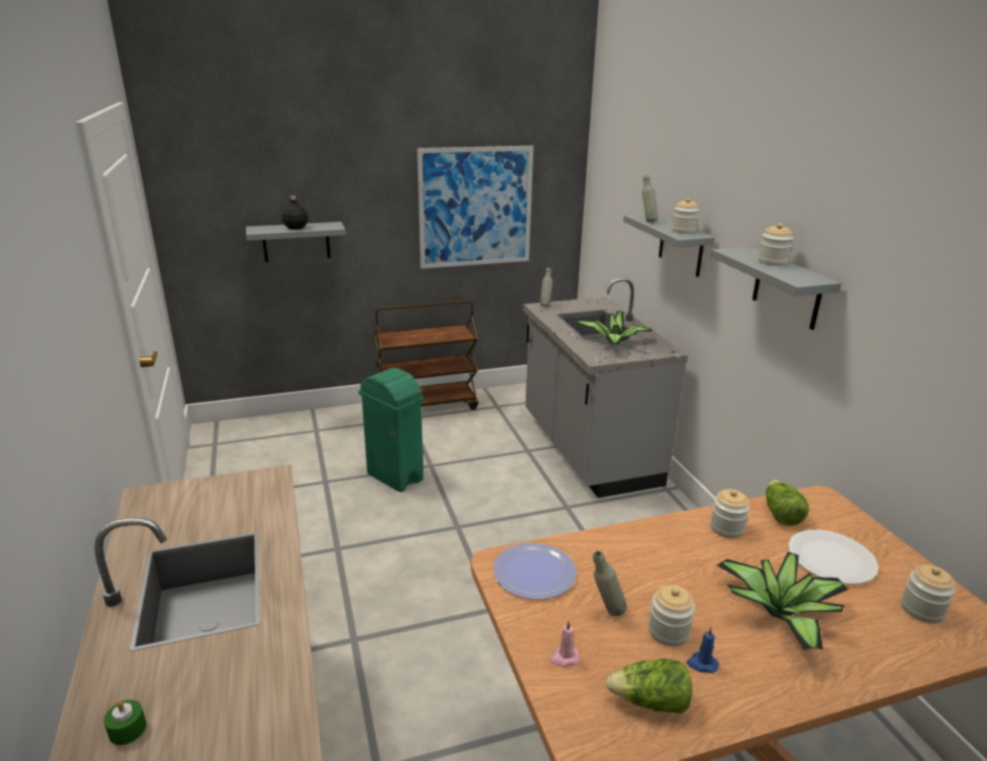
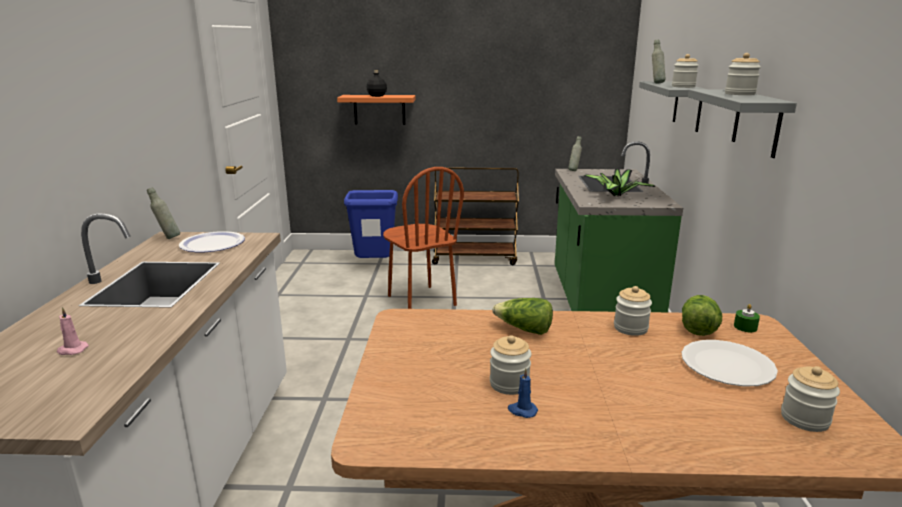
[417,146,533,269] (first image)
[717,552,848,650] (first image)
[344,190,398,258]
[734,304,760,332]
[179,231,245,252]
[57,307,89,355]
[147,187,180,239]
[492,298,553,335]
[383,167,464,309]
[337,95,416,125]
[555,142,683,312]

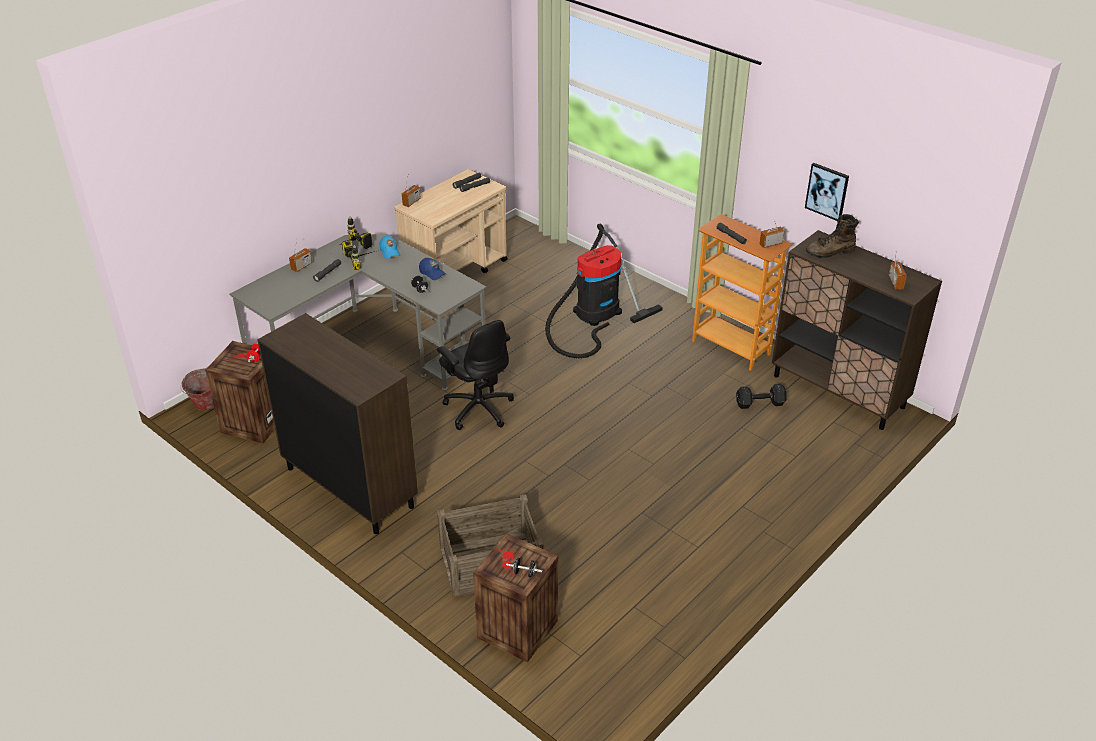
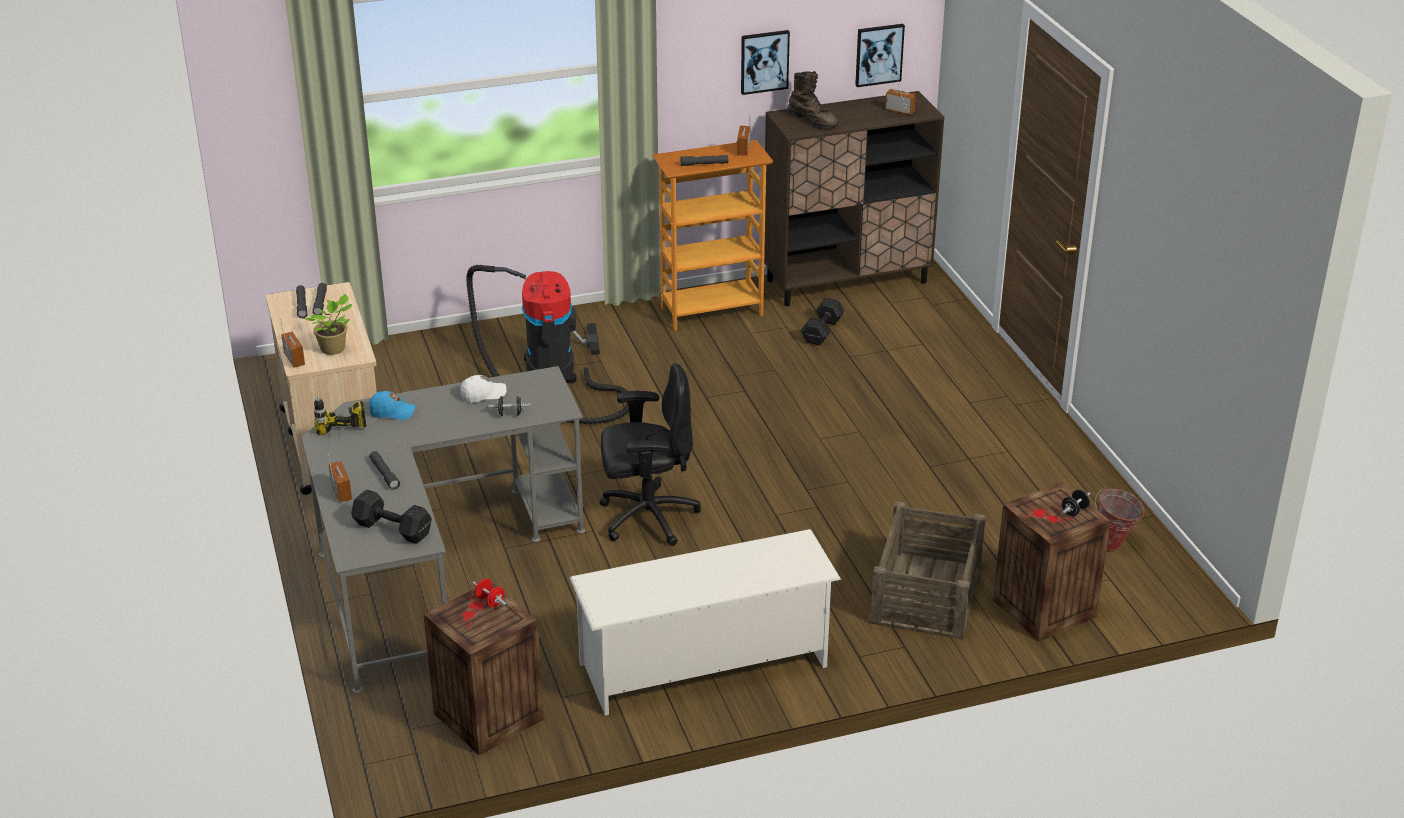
[342,240,379,270] (first image)
[305,294,353,355]
[351,489,432,544]
[855,24,905,87]
[1095,486,1145,550]
[570,529,841,716]
[461,375,507,403]
[787,71,838,127]

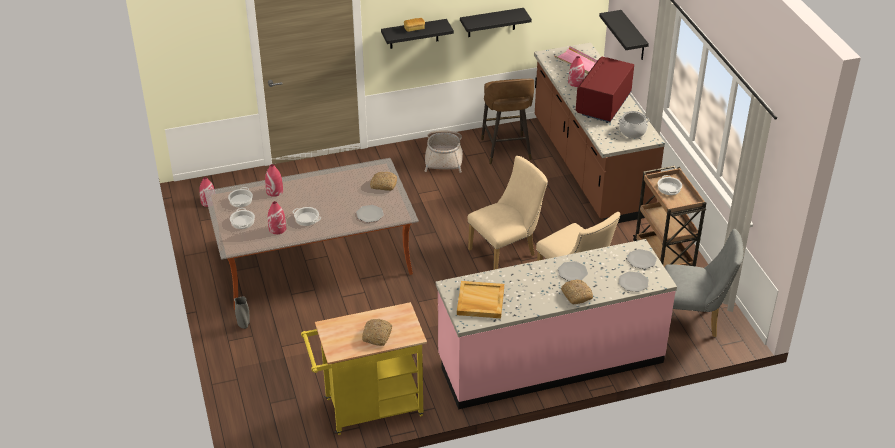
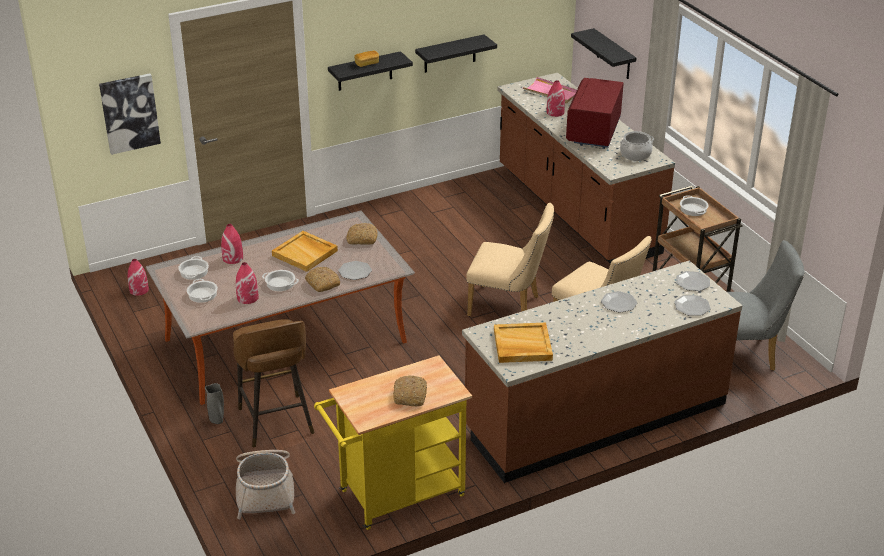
[99,73,161,155]
[272,231,338,272]
[236,450,295,519]
[233,319,315,447]
[305,267,340,292]
[462,261,742,483]
[466,203,554,316]

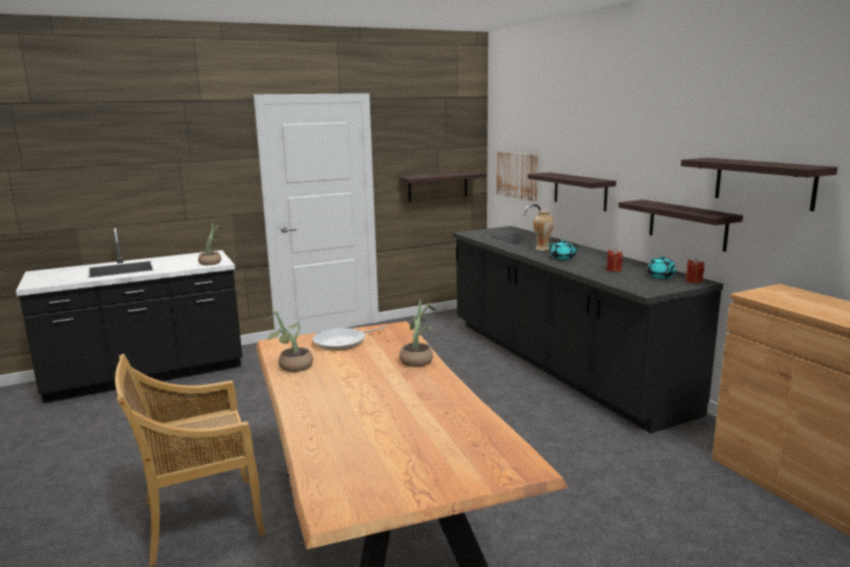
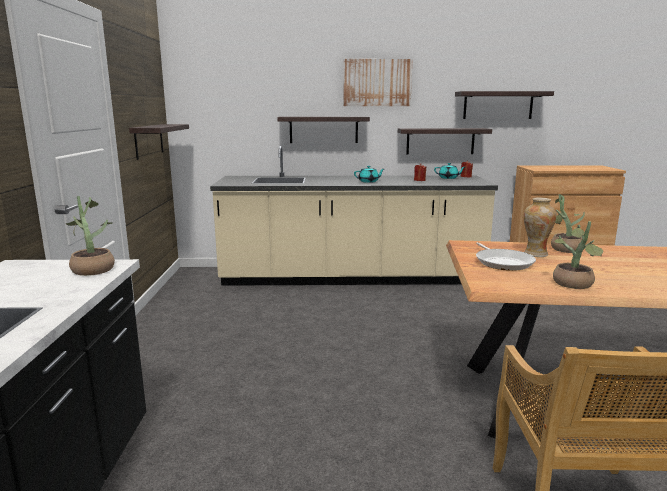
[343,59,413,106]
[524,197,556,257]
[210,146,498,286]

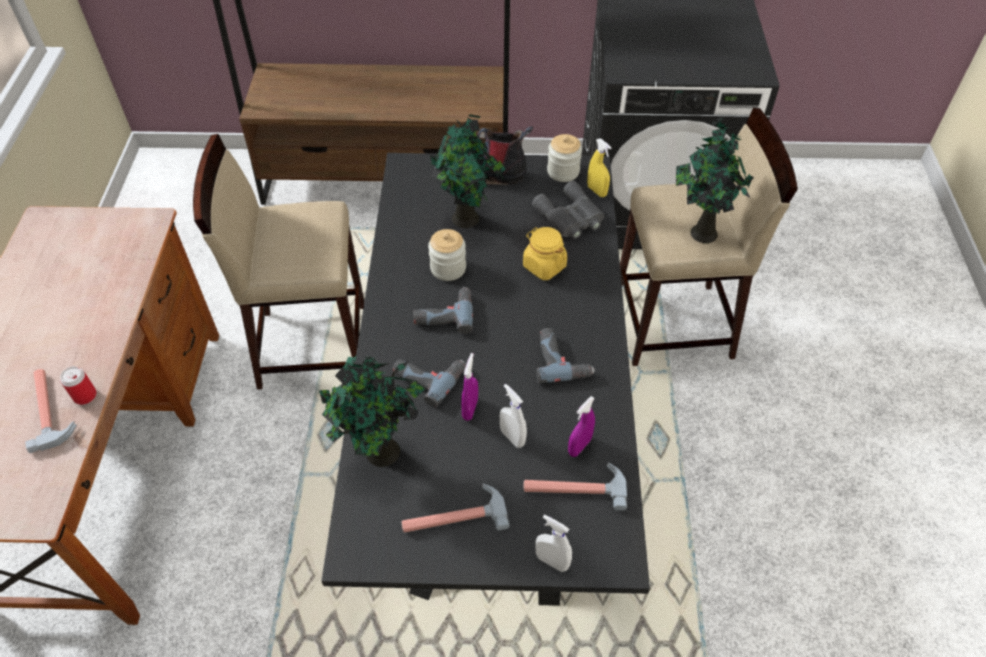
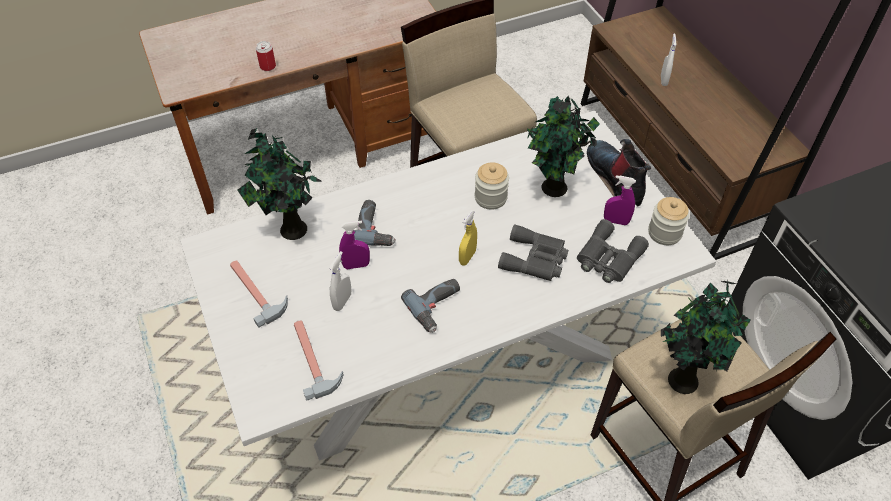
[25,369,77,453] (first image)
[413,287,473,334] (first image)
[661,34,676,86]
[604,175,636,225]
[459,210,477,266]
[498,224,568,281]
[180,111,716,461]

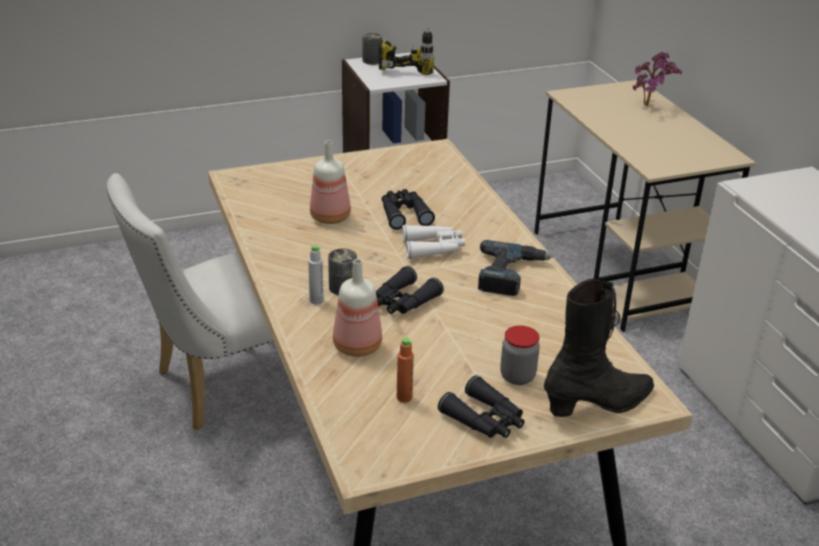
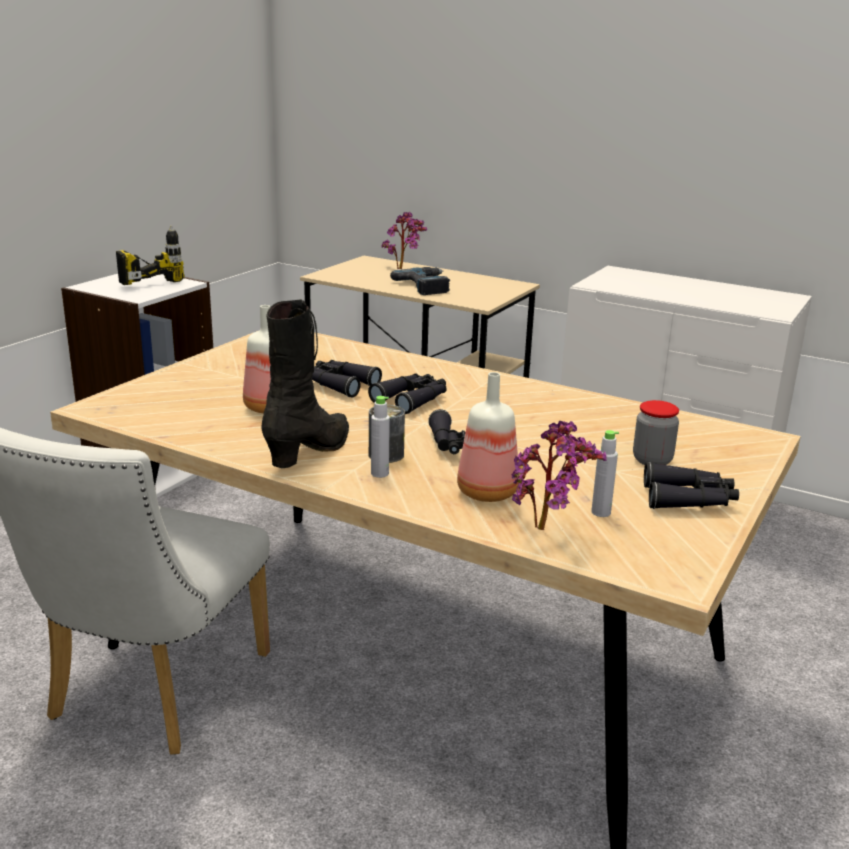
[363,33,382,65] (first image)
[512,421,607,530]
[390,267,450,295]
[261,299,349,468]
[591,430,619,517]
[368,374,447,414]

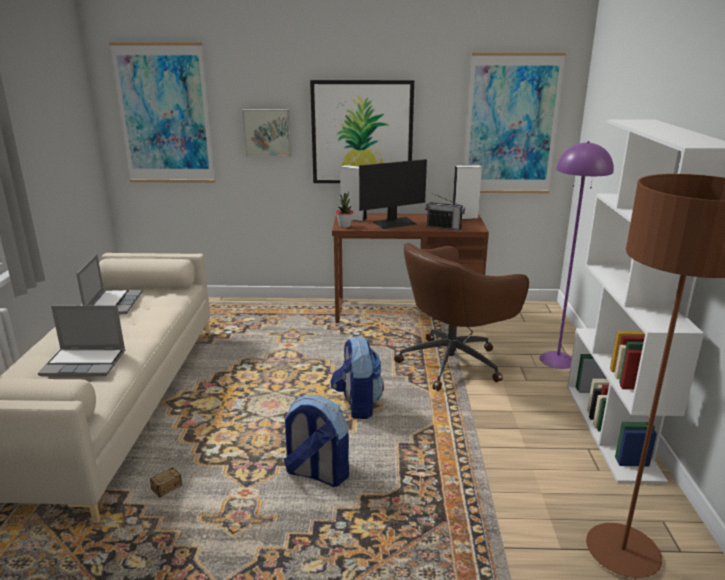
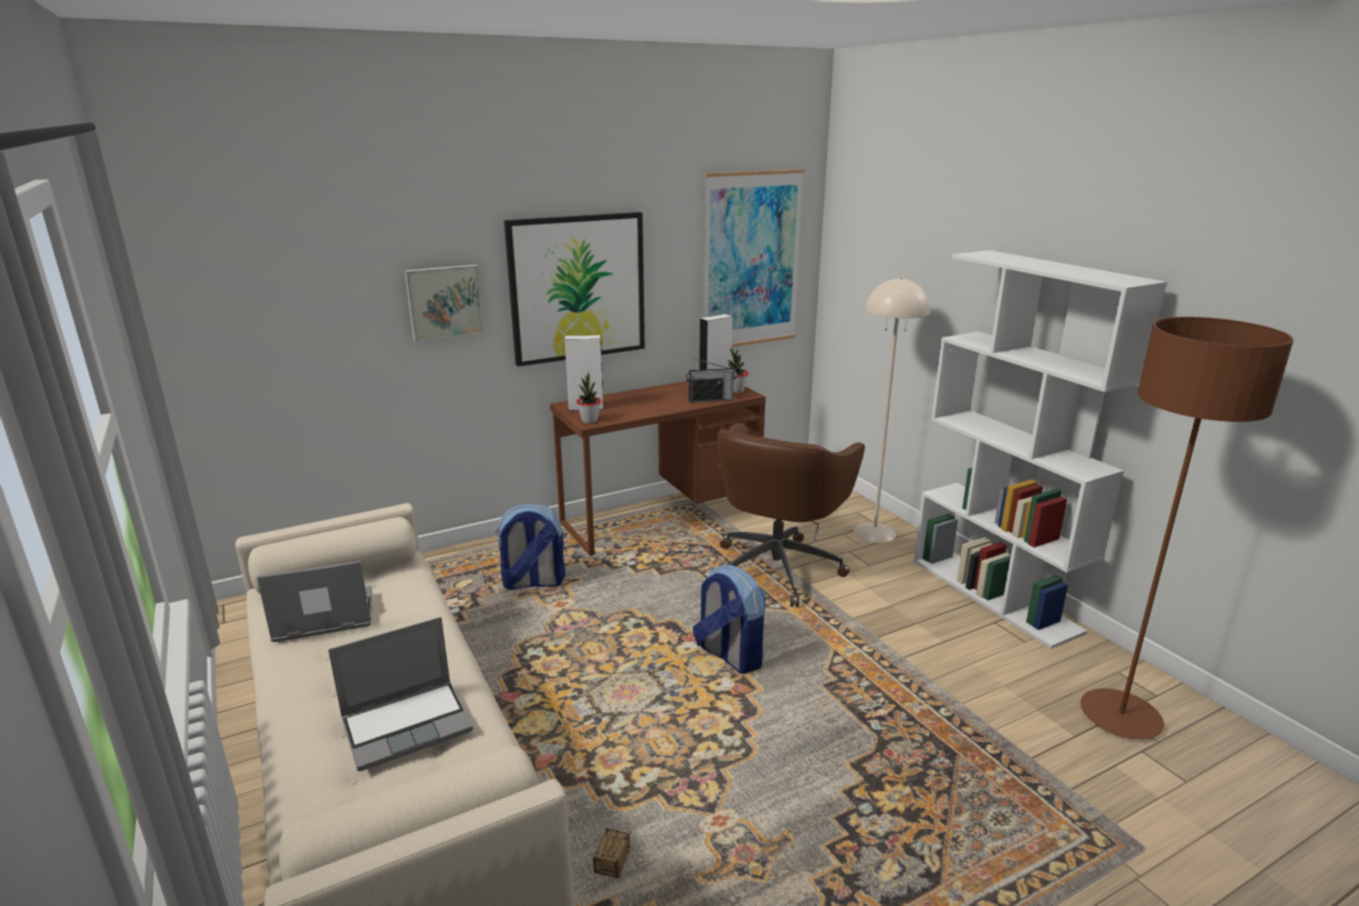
[109,42,215,183] (first image)
[359,159,427,229] (first image)
[728,348,749,393]
[495,503,565,590]
[854,277,931,543]
[257,561,372,642]

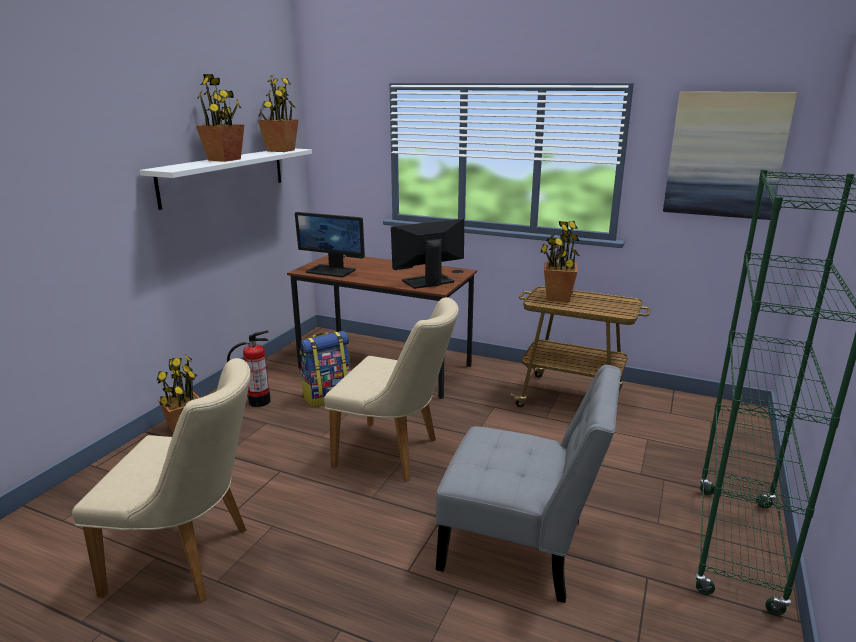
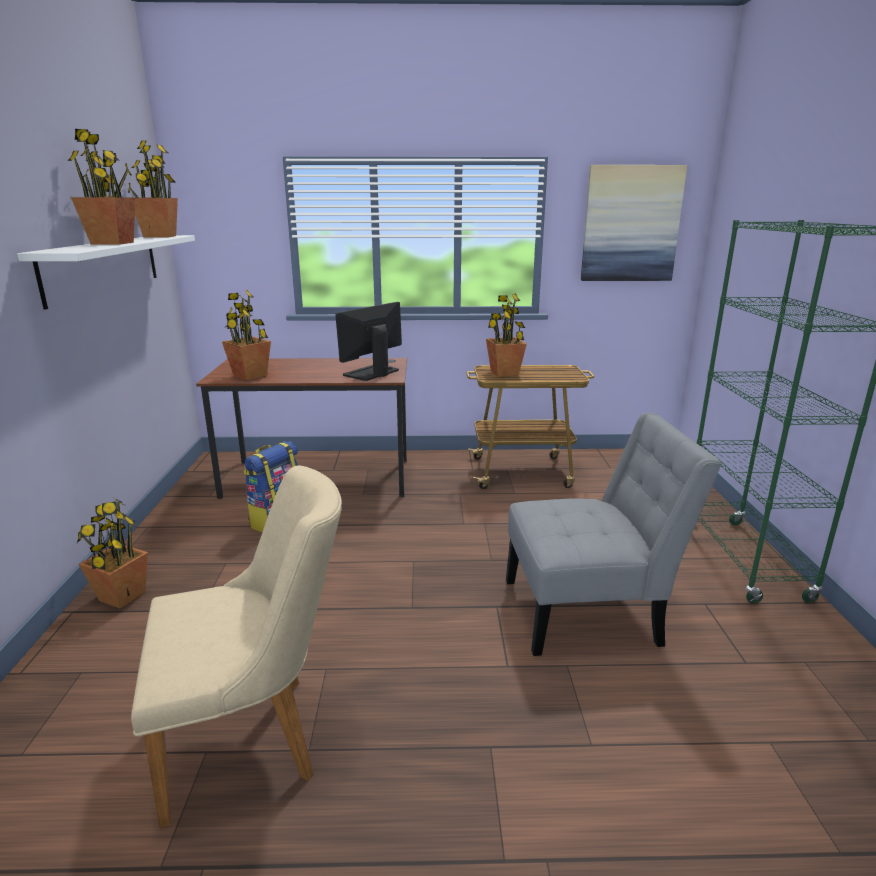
[227,330,271,407] (first image)
[324,297,459,481] (first image)
[222,290,271,380]

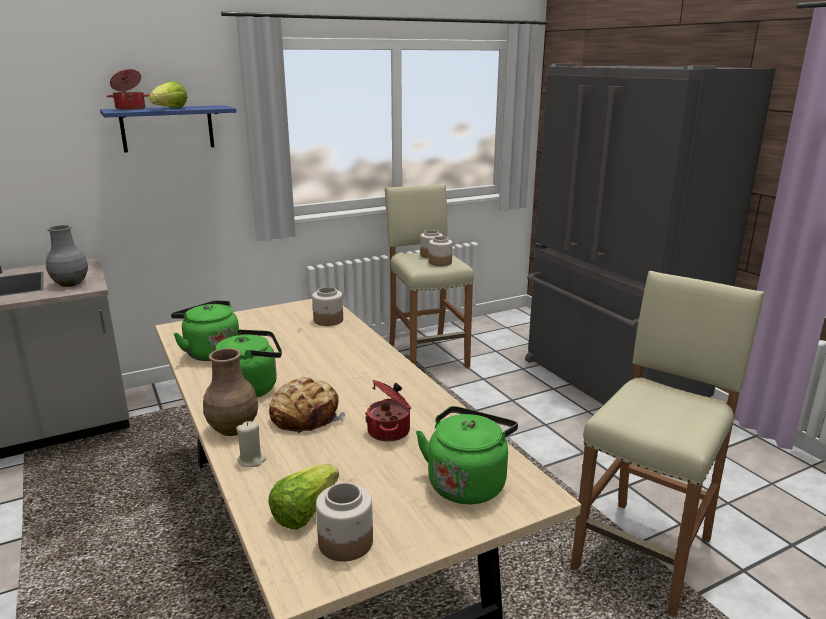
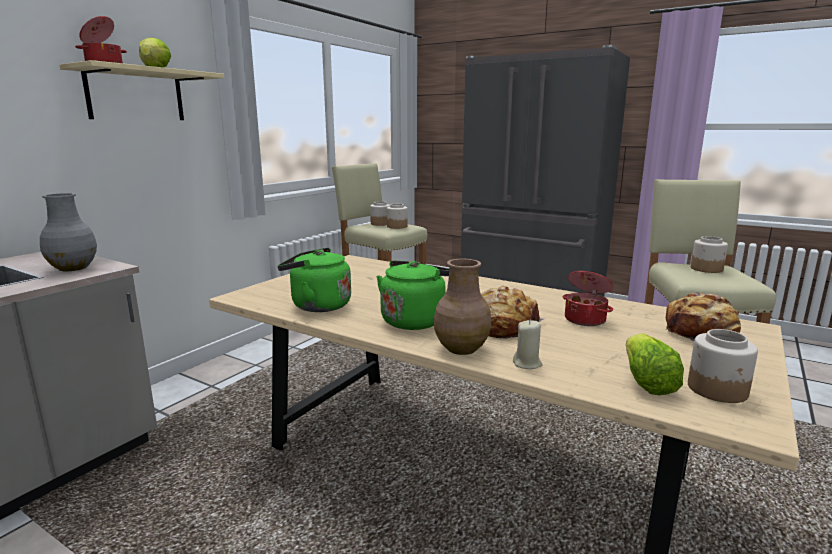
[690,236,728,273]
[665,292,741,341]
[59,60,224,120]

